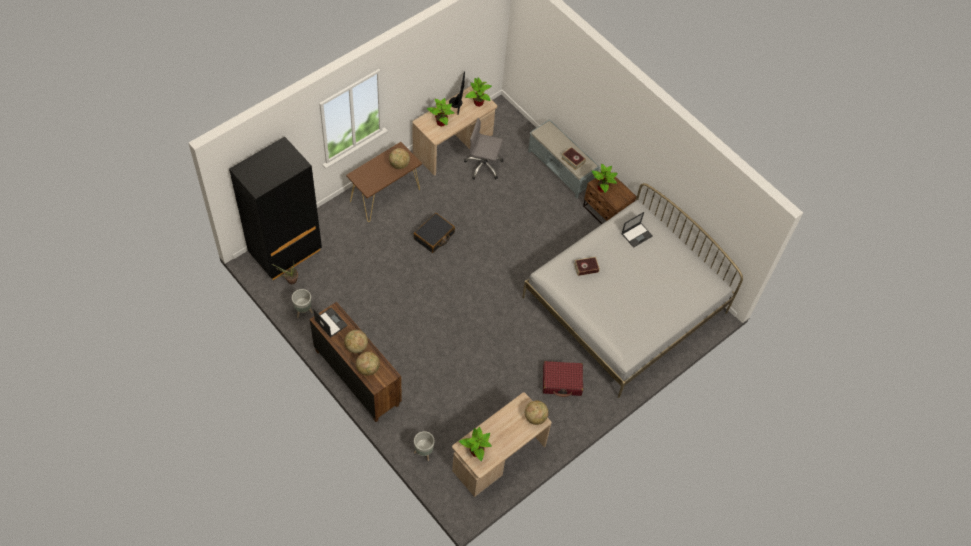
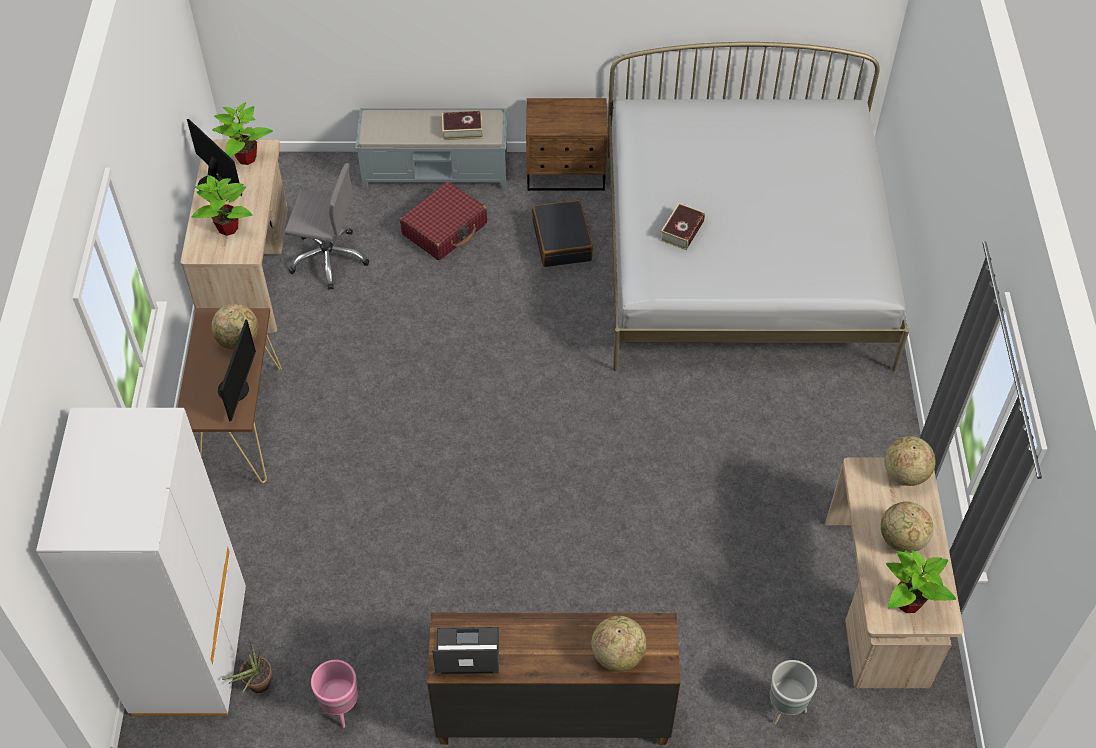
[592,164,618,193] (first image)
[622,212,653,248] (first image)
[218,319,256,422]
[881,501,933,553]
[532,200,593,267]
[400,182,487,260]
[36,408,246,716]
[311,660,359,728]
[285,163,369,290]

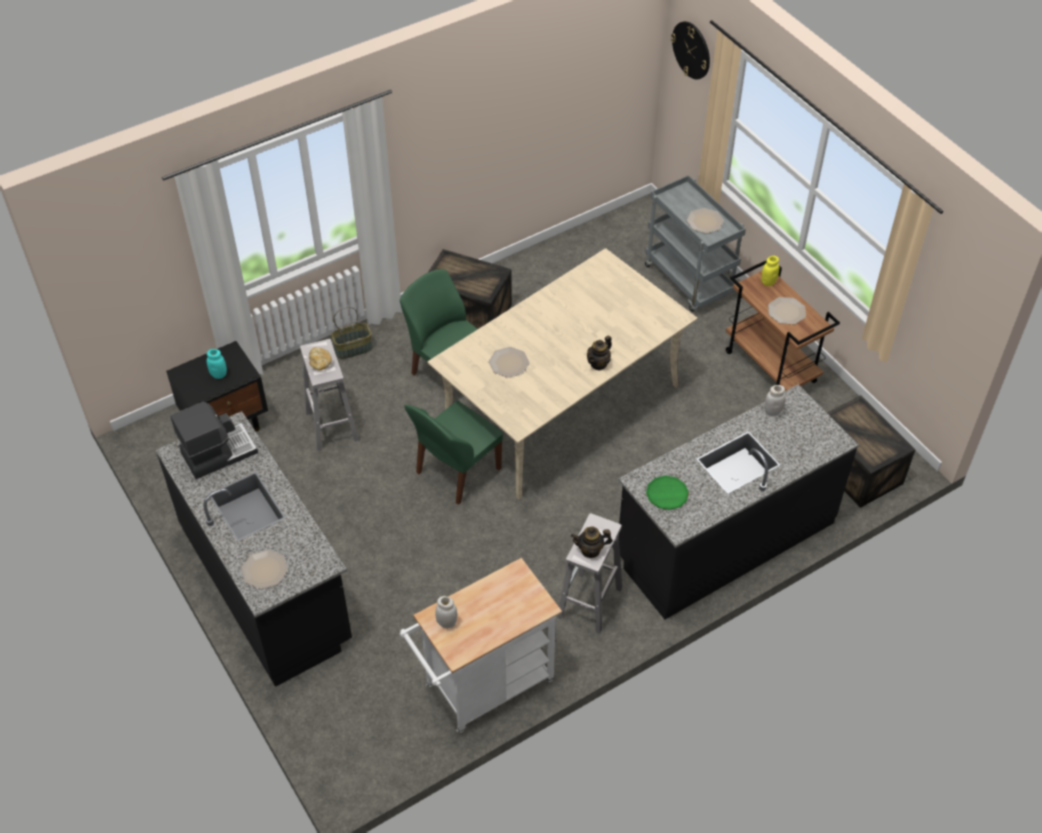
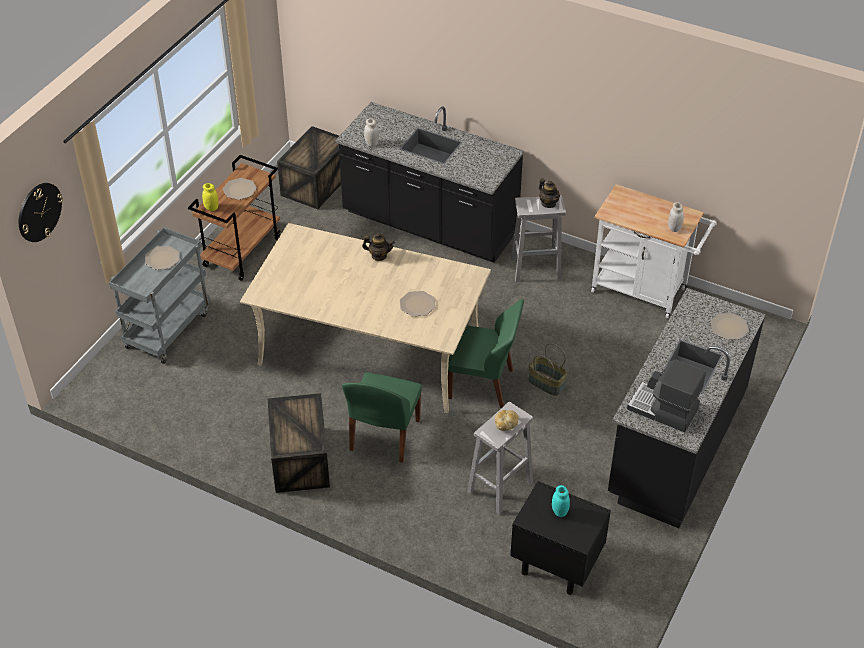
[646,475,689,510] (first image)
[528,343,567,396]

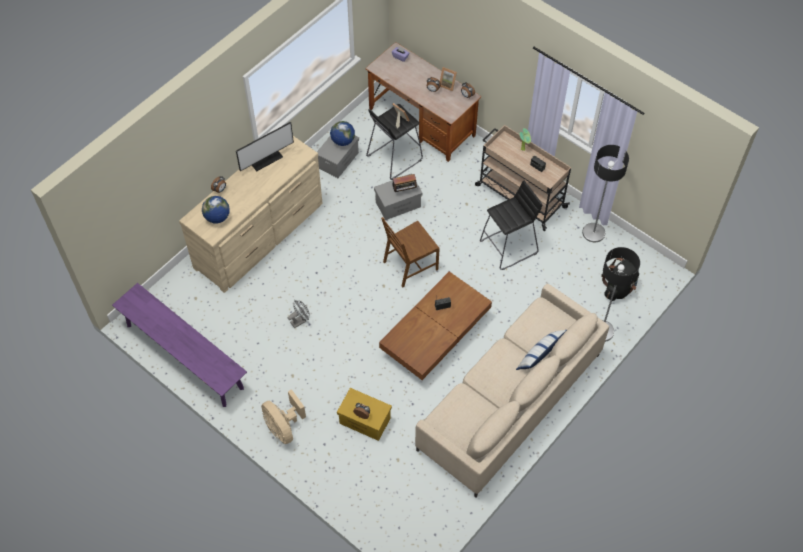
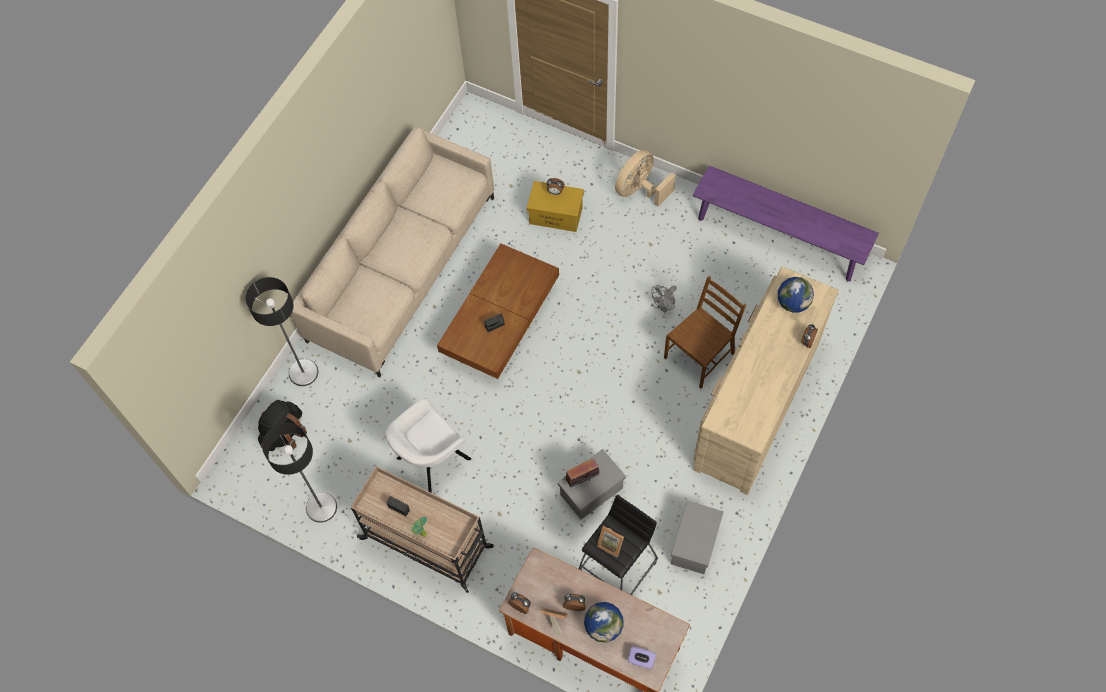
[236,122,294,171] (first image)
[516,330,567,370] (first image)
[584,602,624,643]
[664,276,746,389]
[385,399,471,493]
[615,150,676,206]

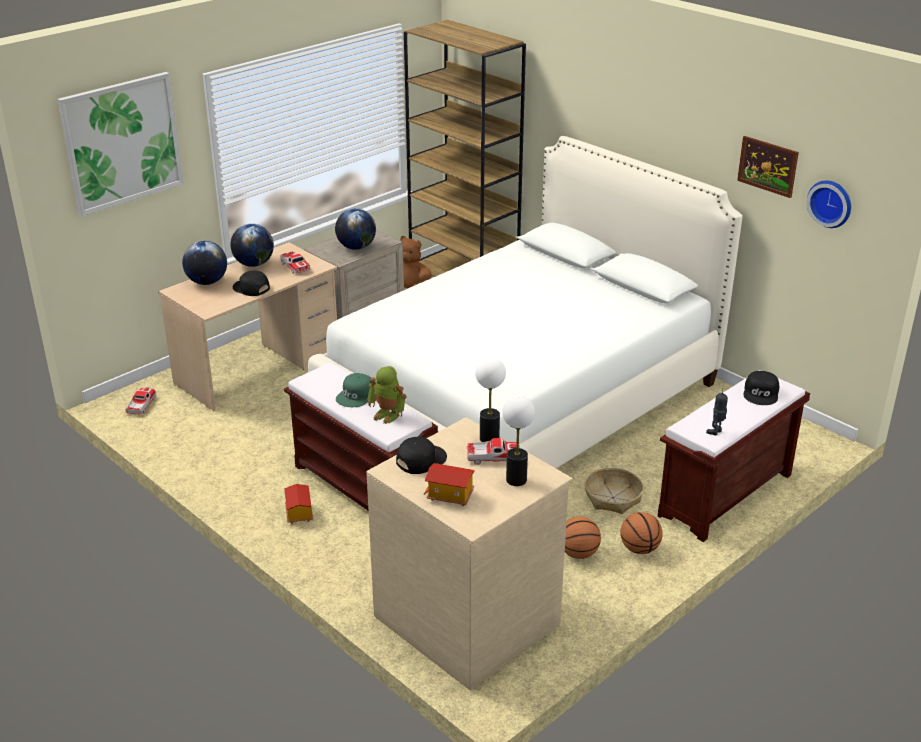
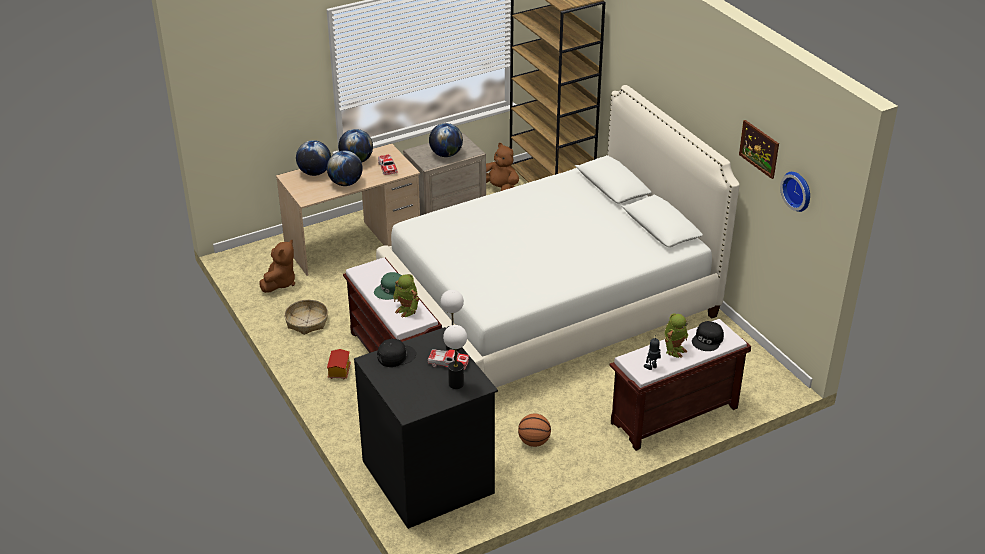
[58,72,184,216] (first image)
[125,387,157,414] (first image)
[424,463,475,506] (first image)
[620,512,662,554] (first image)
[259,240,295,293]
[665,314,688,358]
[284,300,328,335]
[327,150,363,186]
[354,327,498,529]

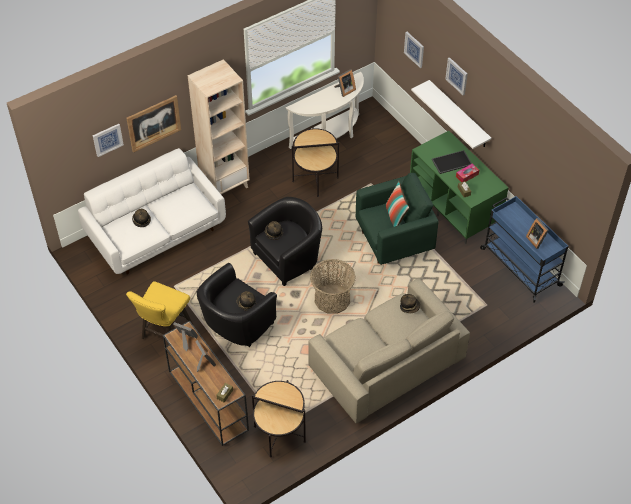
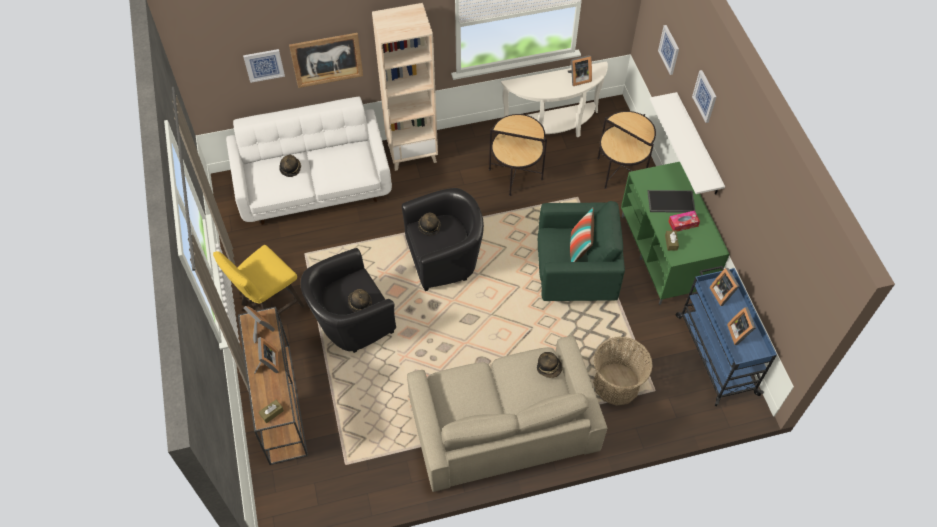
[709,268,740,306]
[597,111,656,189]
[593,337,653,406]

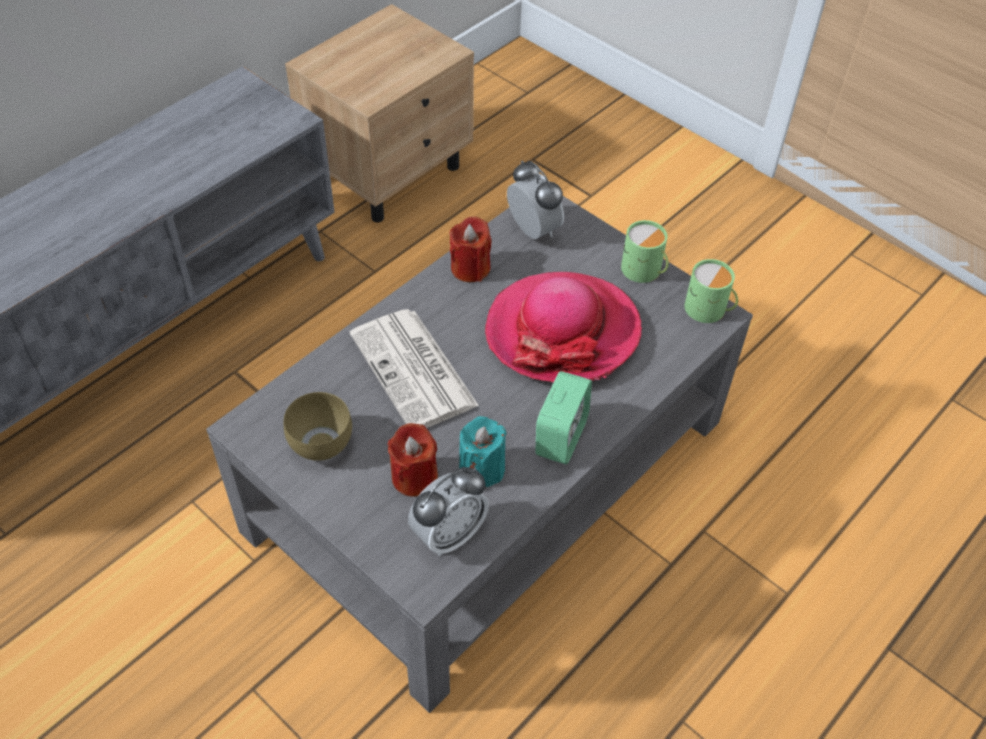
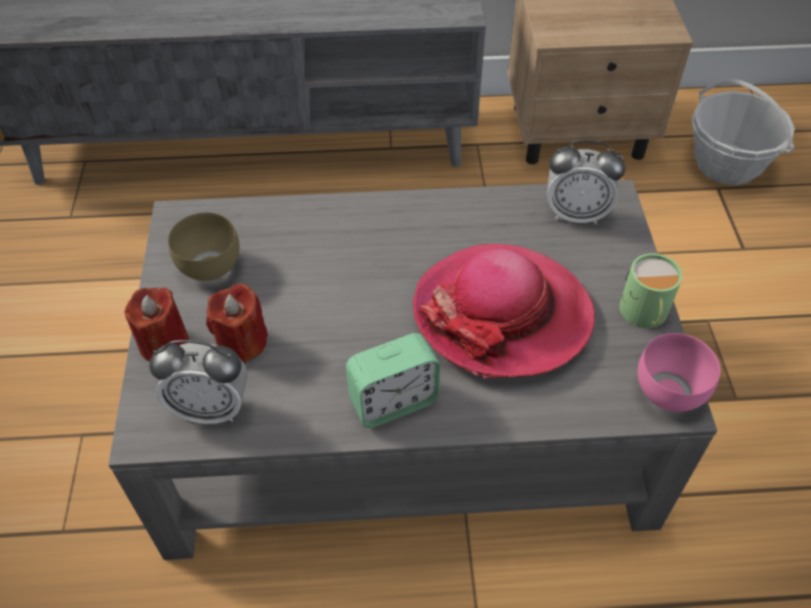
[350,309,479,428] (first image)
[459,416,507,487] (first image)
[692,79,795,185]
[124,288,189,362]
[638,333,720,412]
[547,140,625,225]

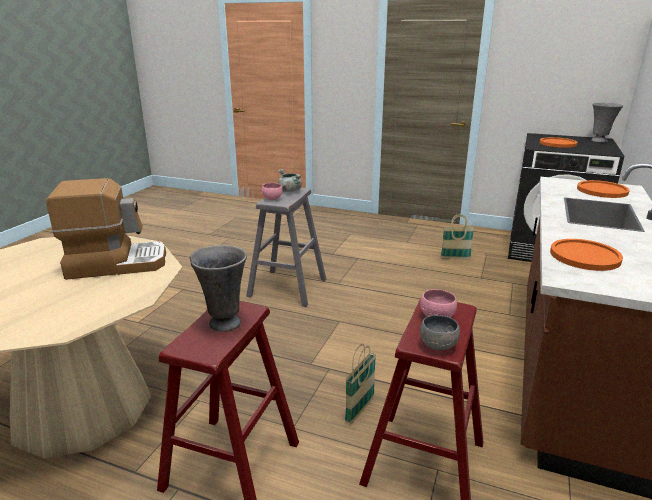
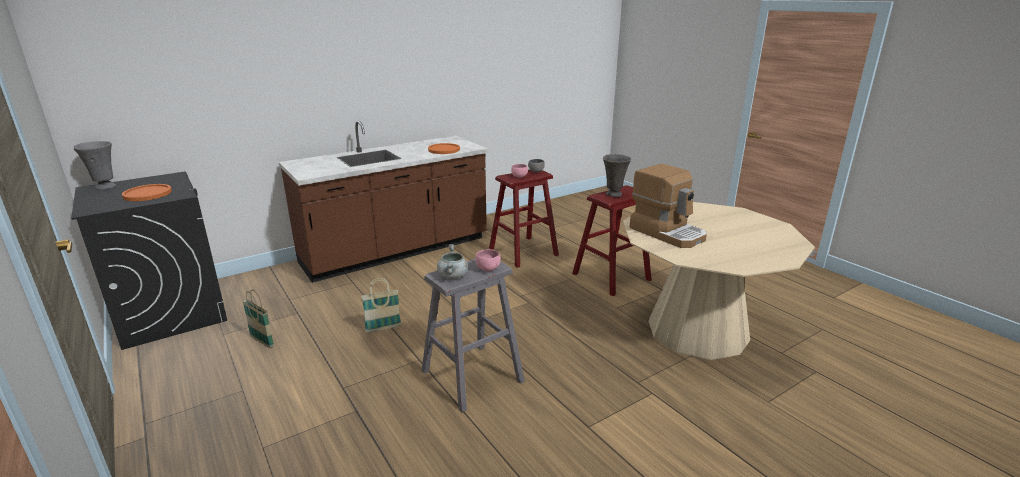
[577,180,630,198] (first image)
[361,278,402,333]
[629,164,707,248]

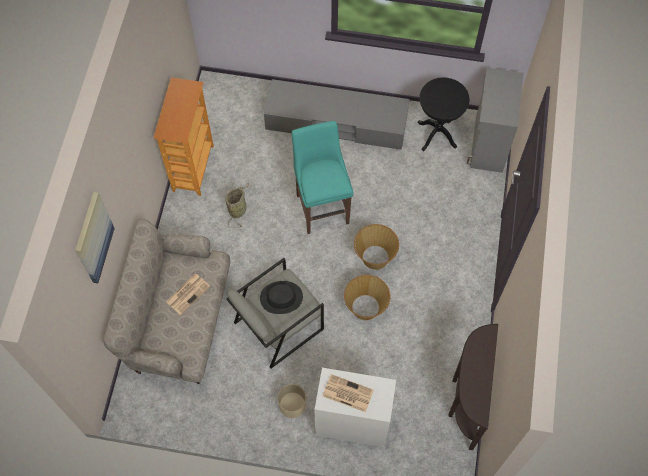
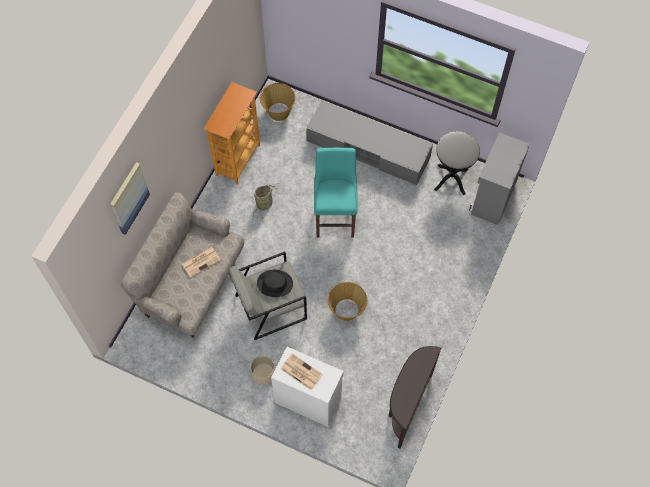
[260,83,296,121]

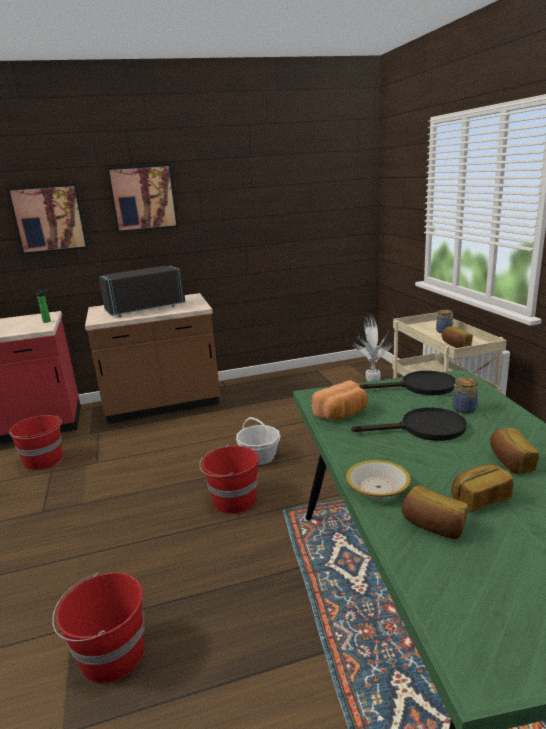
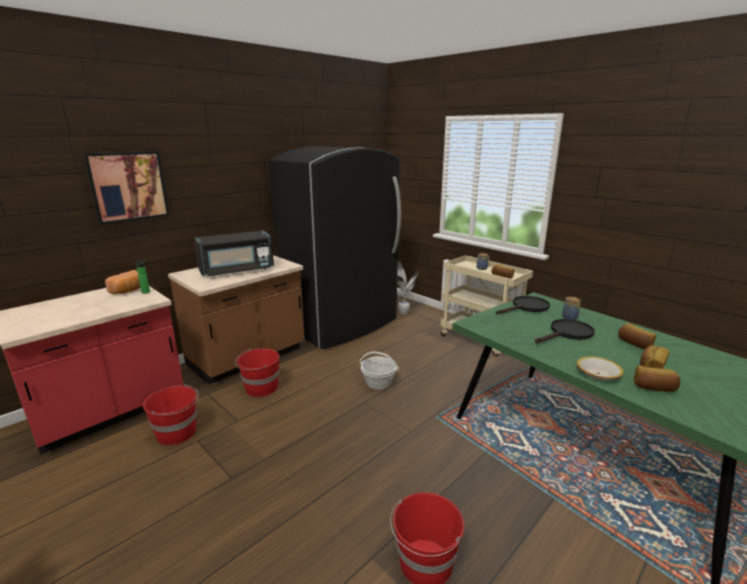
[106,163,179,233] (first image)
[268,146,401,349]
[235,348,279,397]
[105,270,140,294]
[194,230,274,277]

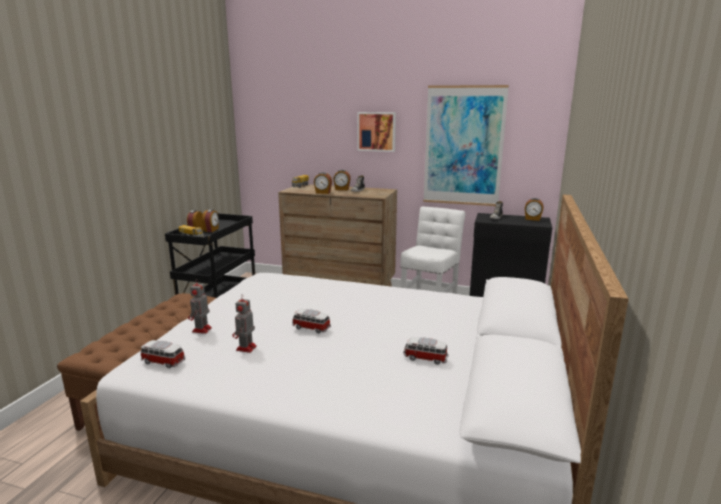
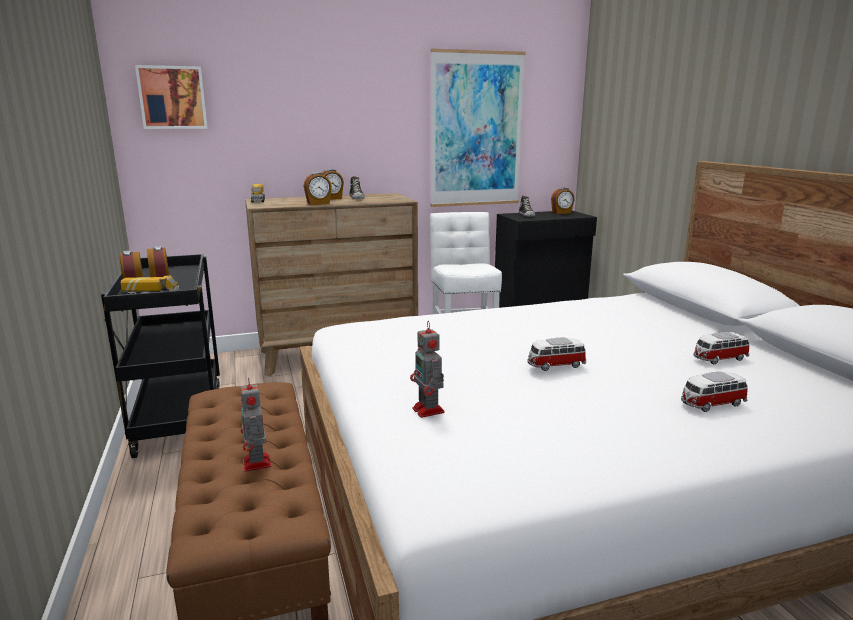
[681,372,748,412]
[241,377,271,472]
[135,65,208,129]

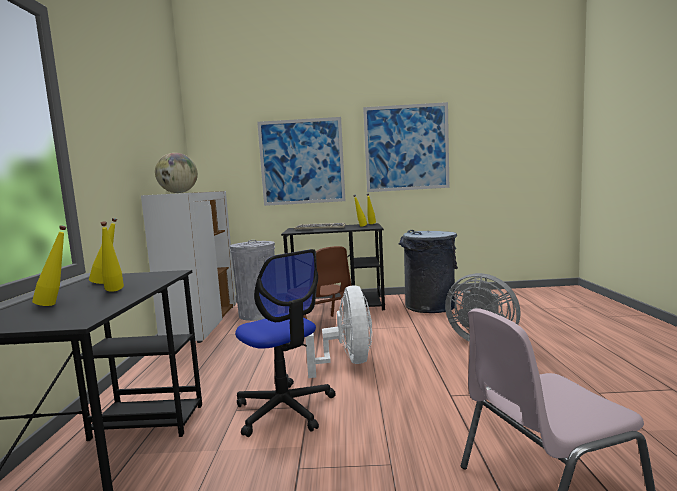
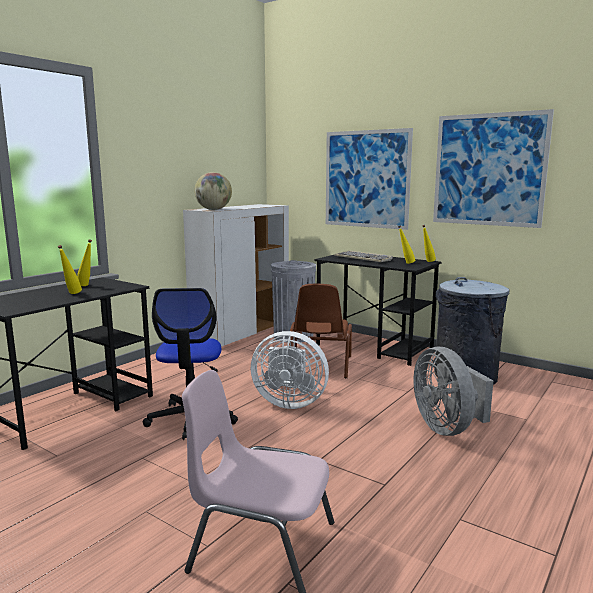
[32,225,66,306] (first image)
[251,331,329,409]

